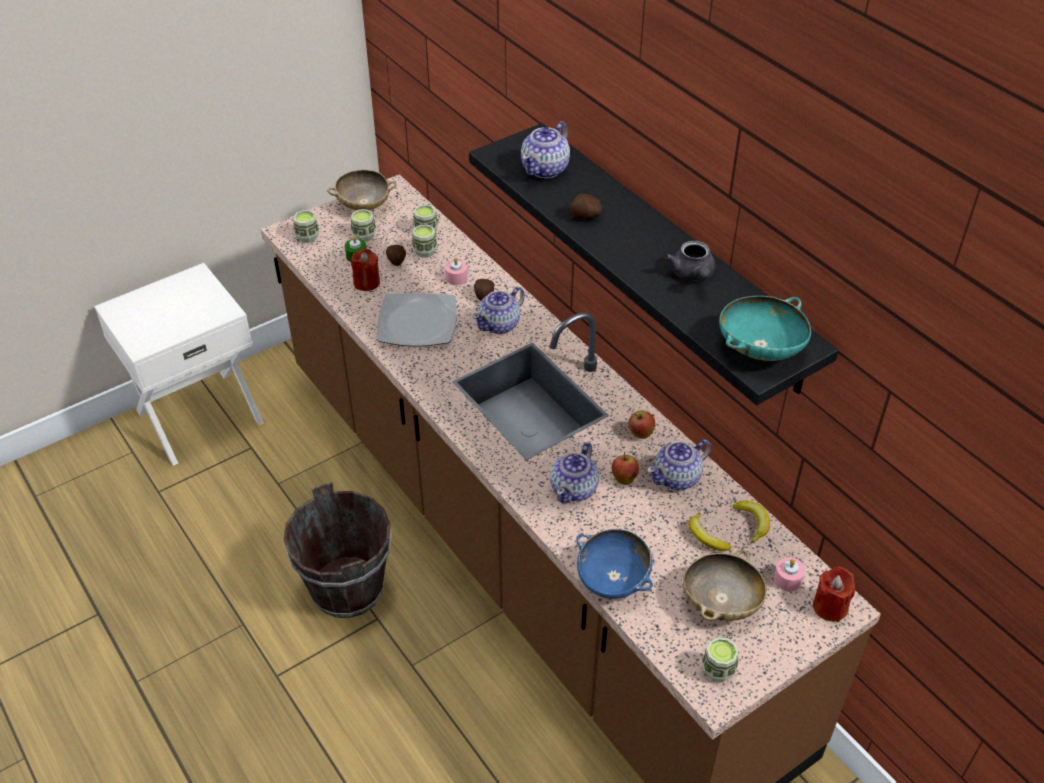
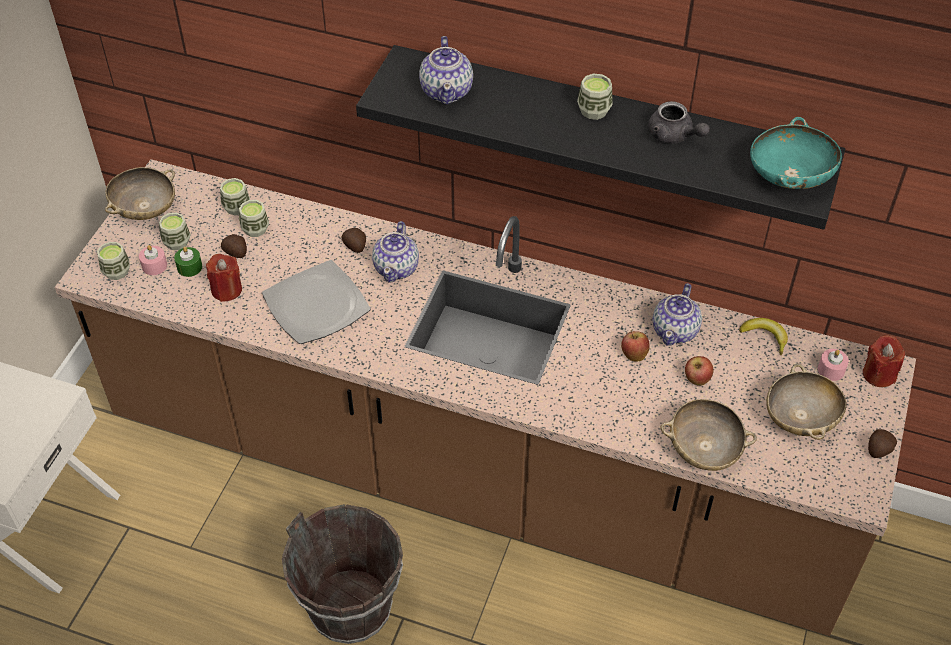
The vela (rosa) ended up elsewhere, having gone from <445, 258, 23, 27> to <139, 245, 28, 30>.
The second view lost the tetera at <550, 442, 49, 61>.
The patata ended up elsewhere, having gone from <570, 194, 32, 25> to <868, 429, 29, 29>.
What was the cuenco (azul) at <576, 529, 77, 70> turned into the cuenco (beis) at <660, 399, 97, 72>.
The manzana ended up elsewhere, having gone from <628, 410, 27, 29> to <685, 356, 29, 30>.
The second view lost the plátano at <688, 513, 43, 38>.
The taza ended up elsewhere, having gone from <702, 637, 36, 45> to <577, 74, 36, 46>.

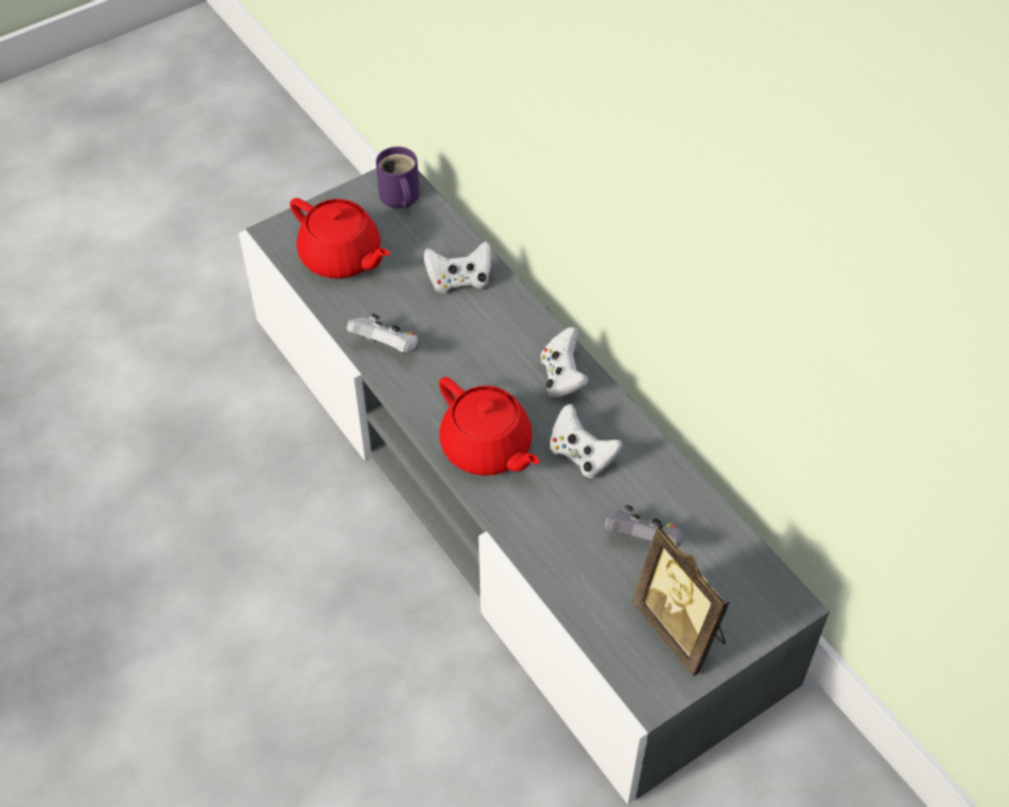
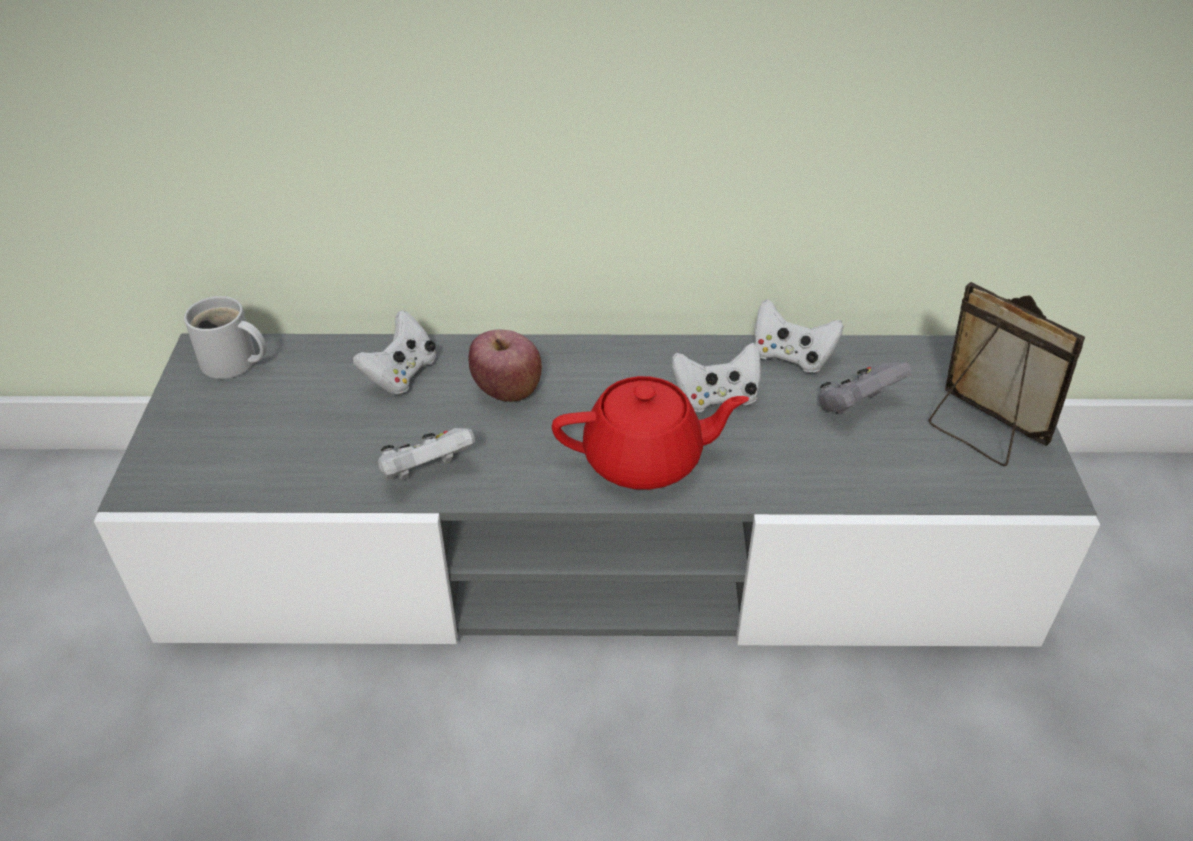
The second view lost the tetera (rojo) at <290, 198, 100, 80>.
What was the taza grande (morado) at <376, 147, 43, 61> turned into the taza grande (blanco) at <184, 296, 82, 83>.
The mando de consola (blanco) ended up elsewhere, having gone from <541, 327, 48, 71> to <754, 299, 90, 74>.
The portarretratos at <632, 524, 97, 152> ended up facing another way, 135 degrees counterclockwise from before.
The second view gained the manzana at <468, 330, 74, 72>.

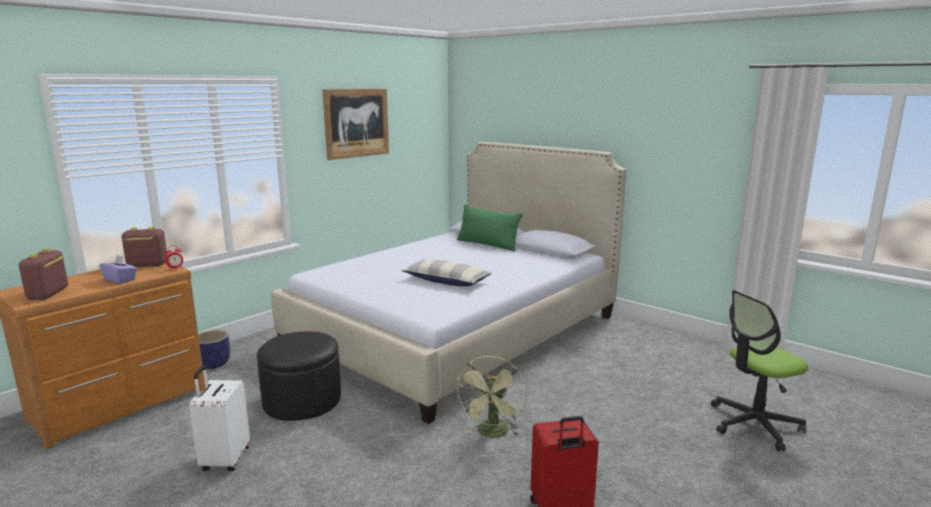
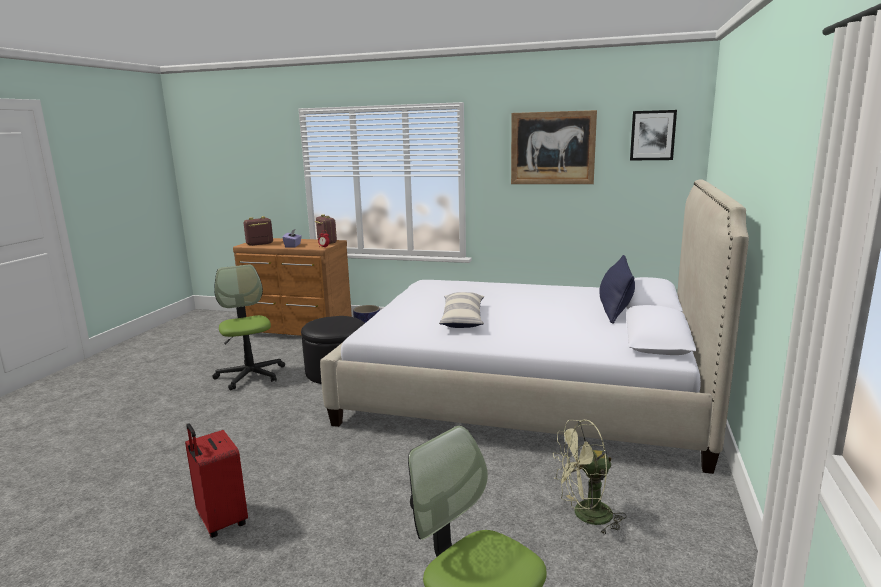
Where the maleta (blanco) stood at <189, 366, 61, 105>, the silla de oficina came to stand at <212, 264, 73, 126>.
The ventilador (verde) ended up elsewhere, having gone from <455, 356, 72, 82> to <553, 420, 73, 115>.
What was the cojín (verde) at <457, 205, 66, 46> turned into the cojín (azul) at <599, 255, 36, 69>.
The second view gained the cuadro at <630, 110, 47, 50>.

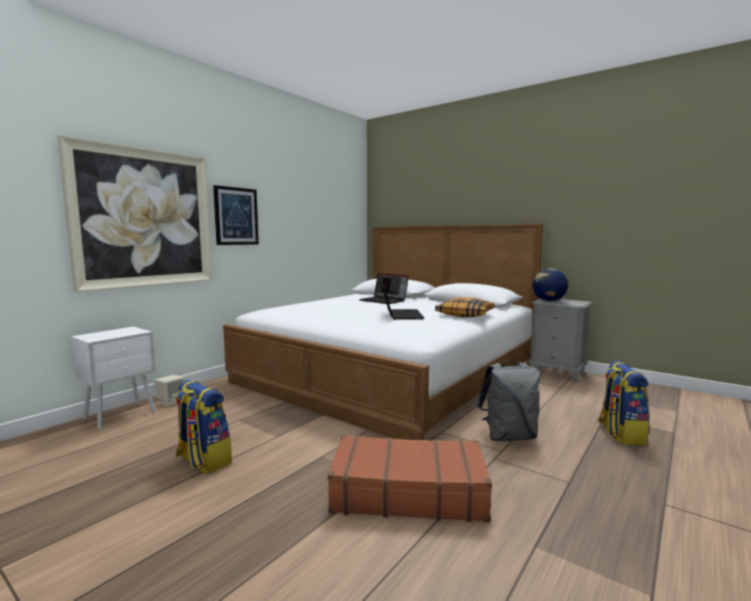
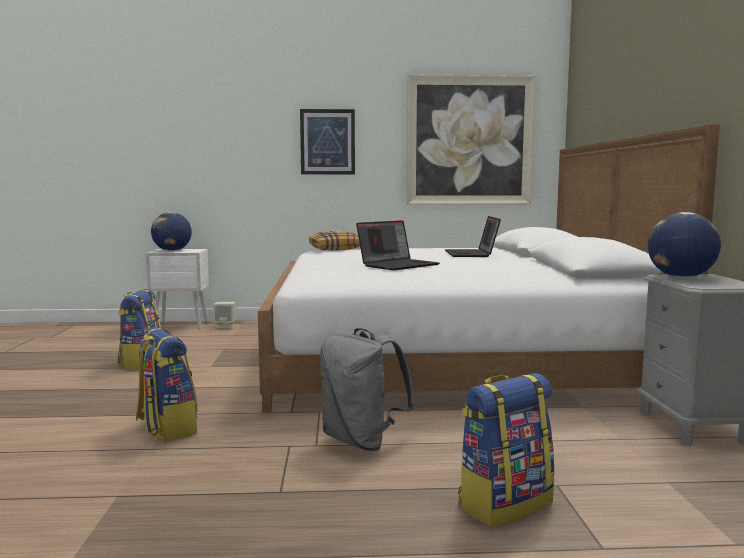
The cuadro ended up elsewhere, having gone from <58, 135, 154, 157> to <407, 74, 129, 131>.
Where the maleta (marrón) stood at <328, 435, 164, 87>, the mochila came to stand at <136, 327, 62, 115>.
The cojín ended up elsewhere, having gone from <435, 297, 59, 20> to <309, 231, 51, 19>.
The second view gained the globo terráqueo at <151, 212, 41, 39>.

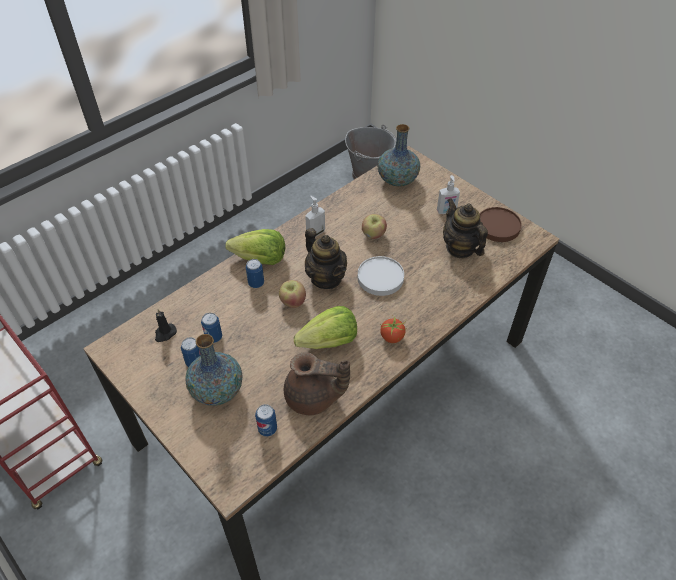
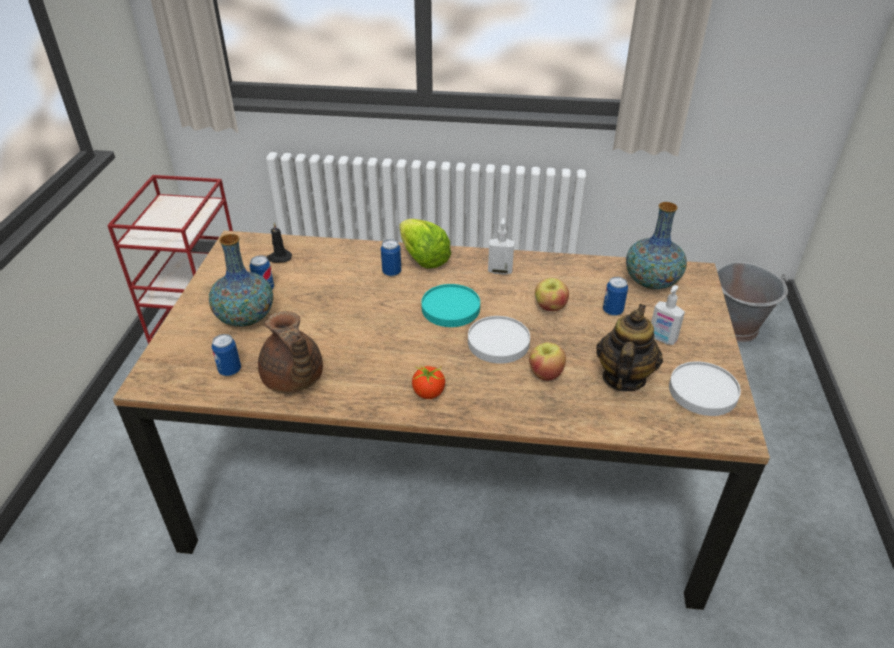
The lata ended up elsewhere, having gone from <201, 313, 21, 30> to <603, 277, 25, 39>.
The manzana ended up elsewhere, having gone from <279, 280, 27, 28> to <529, 342, 37, 39>.
The second view lost the lechuga at <294, 306, 63, 43>.
Where the tetera stood at <305, 228, 42, 61>, the plato (turquesa) came to stand at <421, 284, 59, 43>.
What was the plato (marrón) at <480, 207, 42, 35> turned into the plato (blanco) at <669, 361, 72, 55>.

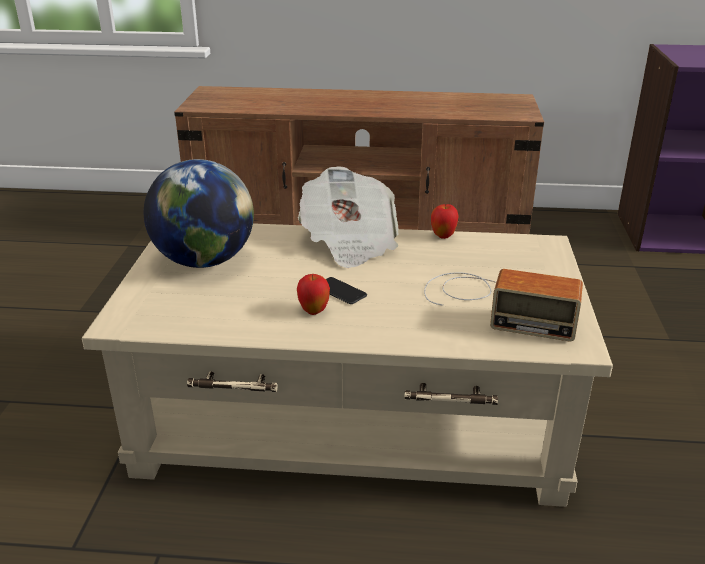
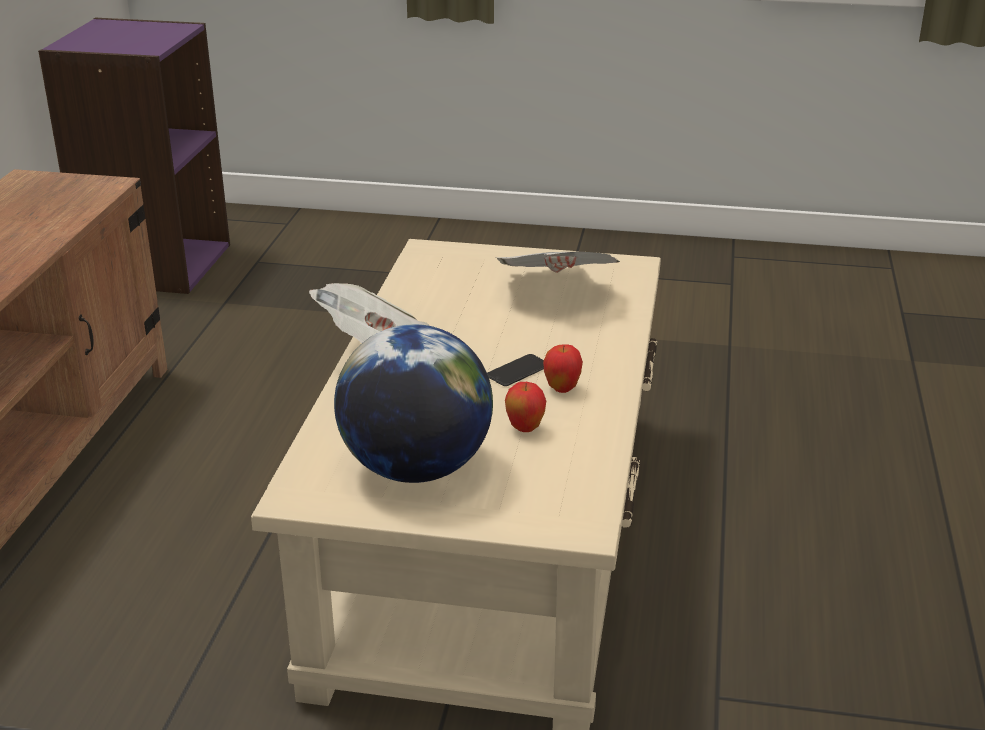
Where the radio stood at <424, 269, 159, 72>, the periódico came to stand at <495, 252, 125, 21>.
The manzana ended up elsewhere, having gone from <431, 204, 28, 35> to <505, 382, 41, 50>.

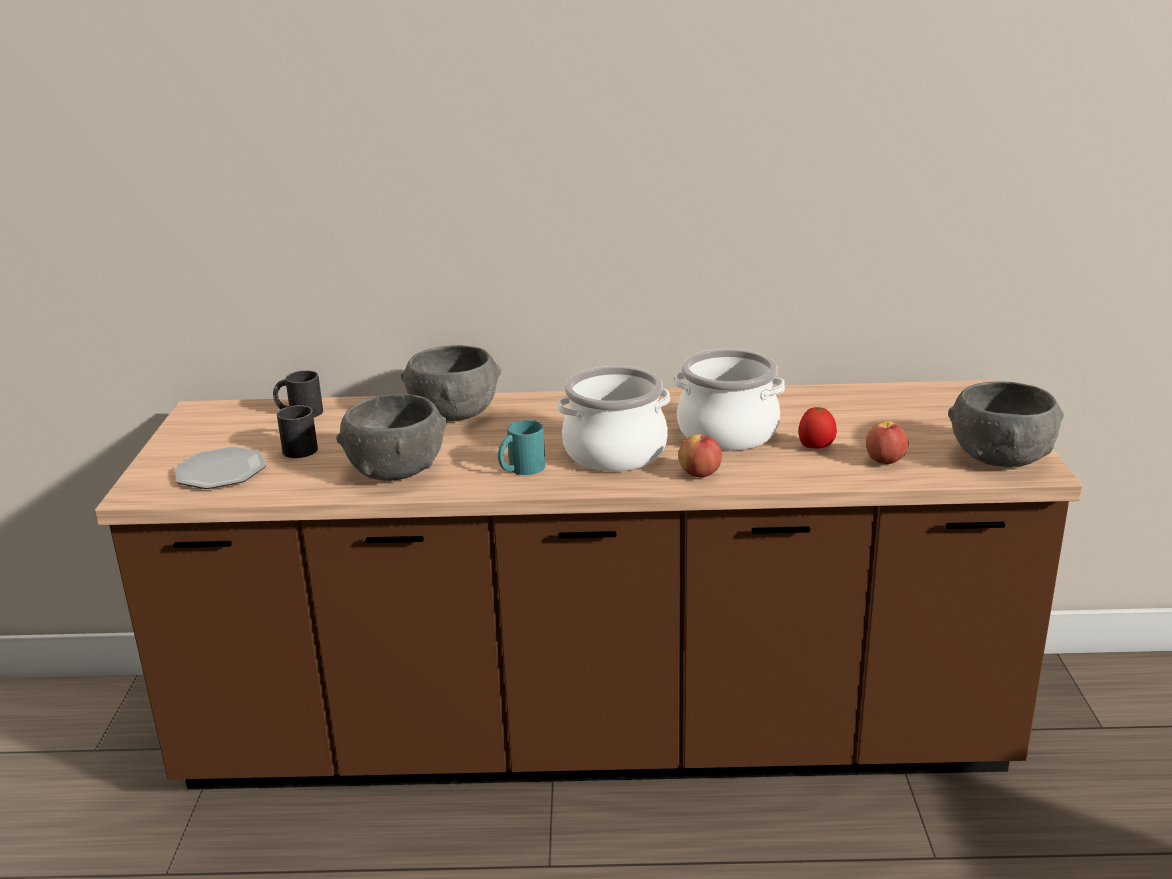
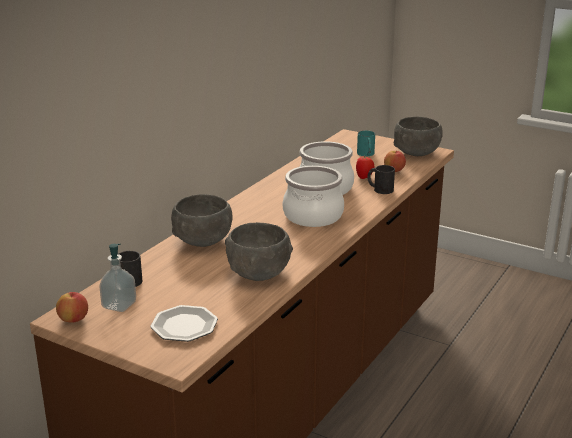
The taza grande (negro) ended up elsewhere, having gone from <277, 405, 41, 53> to <367, 165, 28, 29>.
The taza grande (turquesa) ended up elsewhere, having gone from <498, 420, 47, 55> to <357, 130, 18, 26>.
The manzana ended up elsewhere, having gone from <678, 434, 44, 44> to <56, 292, 32, 31>.
The second view gained the dispensador de jabón at <99, 244, 37, 68>.

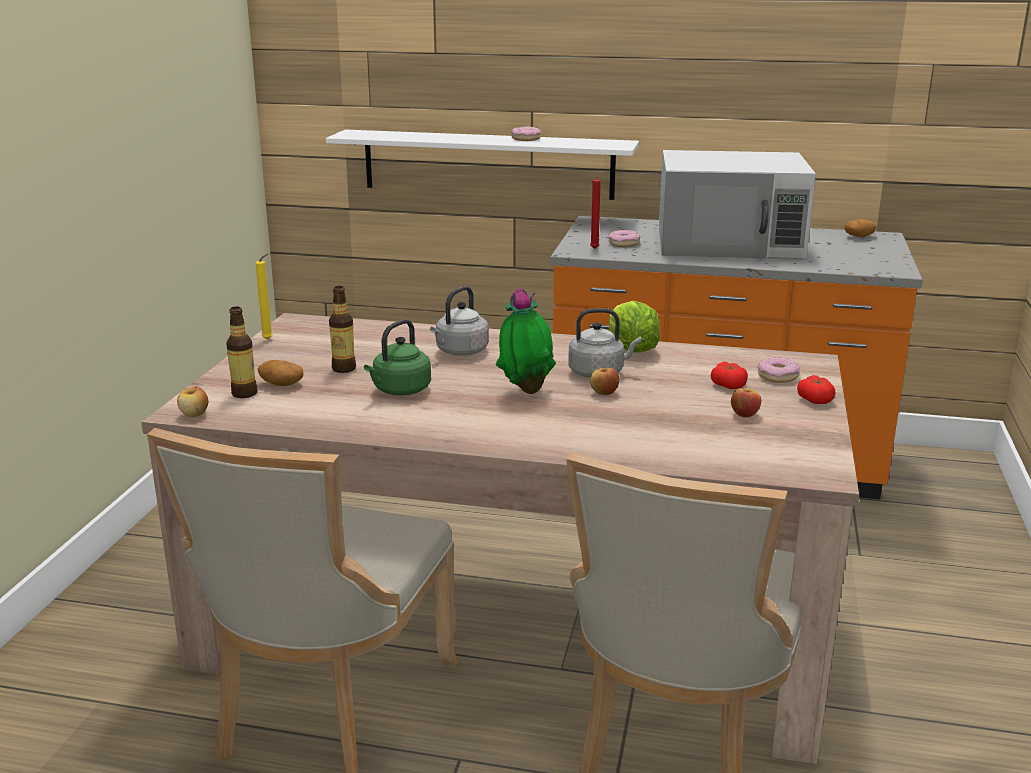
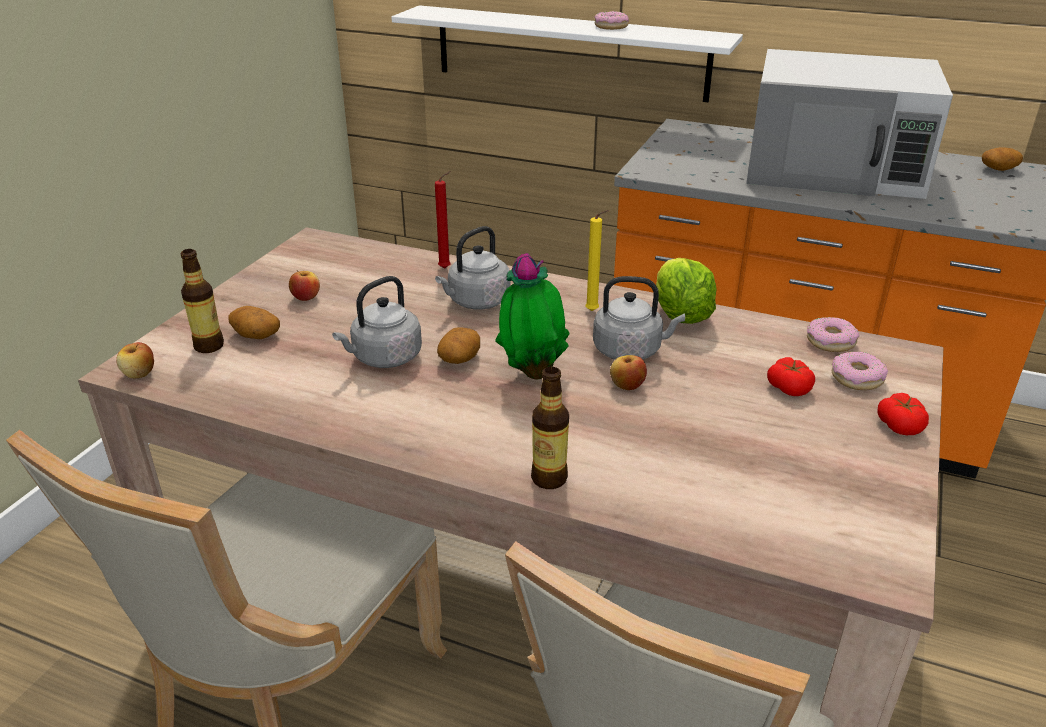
The vela (amarillo) ended up elsewhere, having gone from <256, 254, 17, 86> to <585, 210, 24, 101>.
The botella ended up elsewhere, having gone from <329, 286, 27, 87> to <531, 367, 38, 122>.
What was the hervidor (verde) at <364, 319, 67, 76> turned into the hervidor (gris) at <332, 276, 90, 92>.
The vela (rojo) ended up elsewhere, having gone from <590, 172, 14, 77> to <435, 171, 16, 98>.
The rosquilla ended up elsewhere, having gone from <608, 230, 33, 17> to <807, 317, 52, 35>.
The manzana ended up elsewhere, having gone from <731, 387, 30, 30> to <289, 270, 31, 31>.
The second view gained the patata at <437, 327, 43, 37>.

